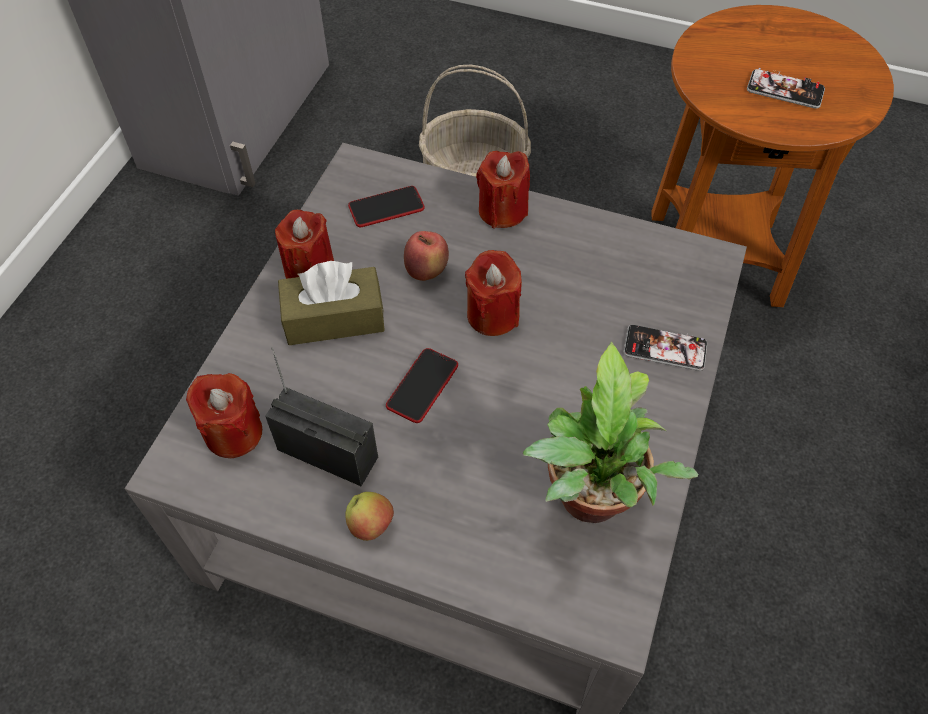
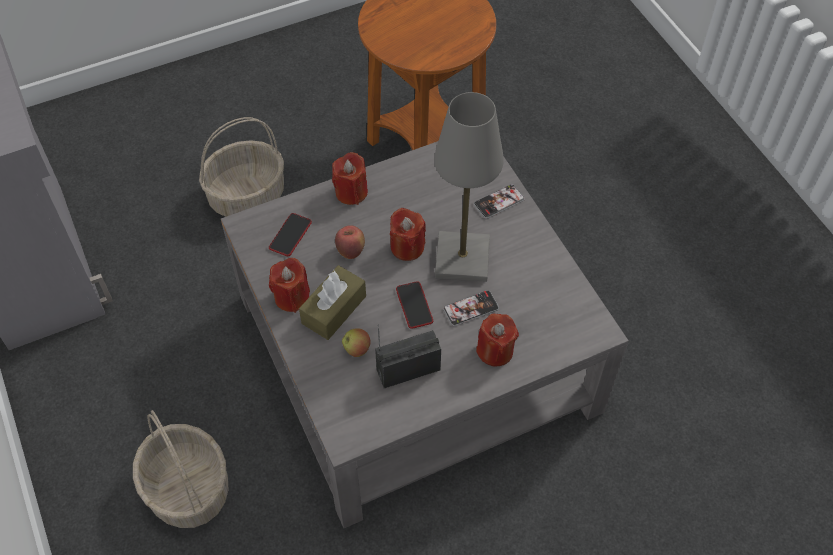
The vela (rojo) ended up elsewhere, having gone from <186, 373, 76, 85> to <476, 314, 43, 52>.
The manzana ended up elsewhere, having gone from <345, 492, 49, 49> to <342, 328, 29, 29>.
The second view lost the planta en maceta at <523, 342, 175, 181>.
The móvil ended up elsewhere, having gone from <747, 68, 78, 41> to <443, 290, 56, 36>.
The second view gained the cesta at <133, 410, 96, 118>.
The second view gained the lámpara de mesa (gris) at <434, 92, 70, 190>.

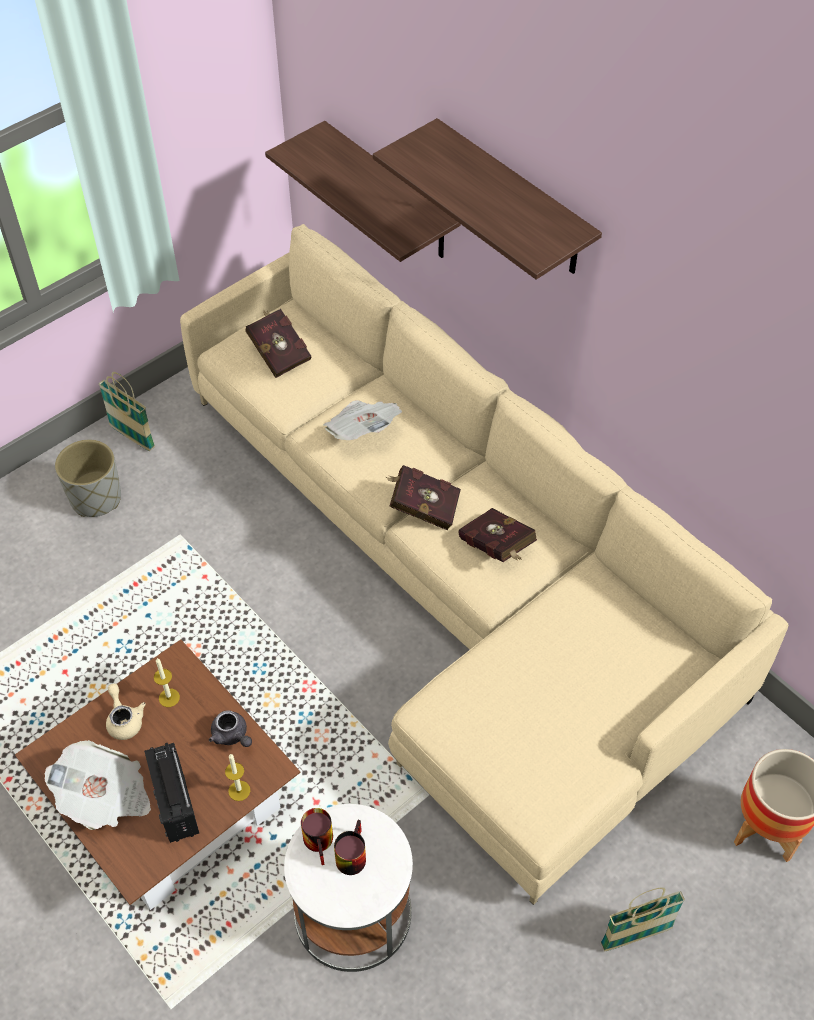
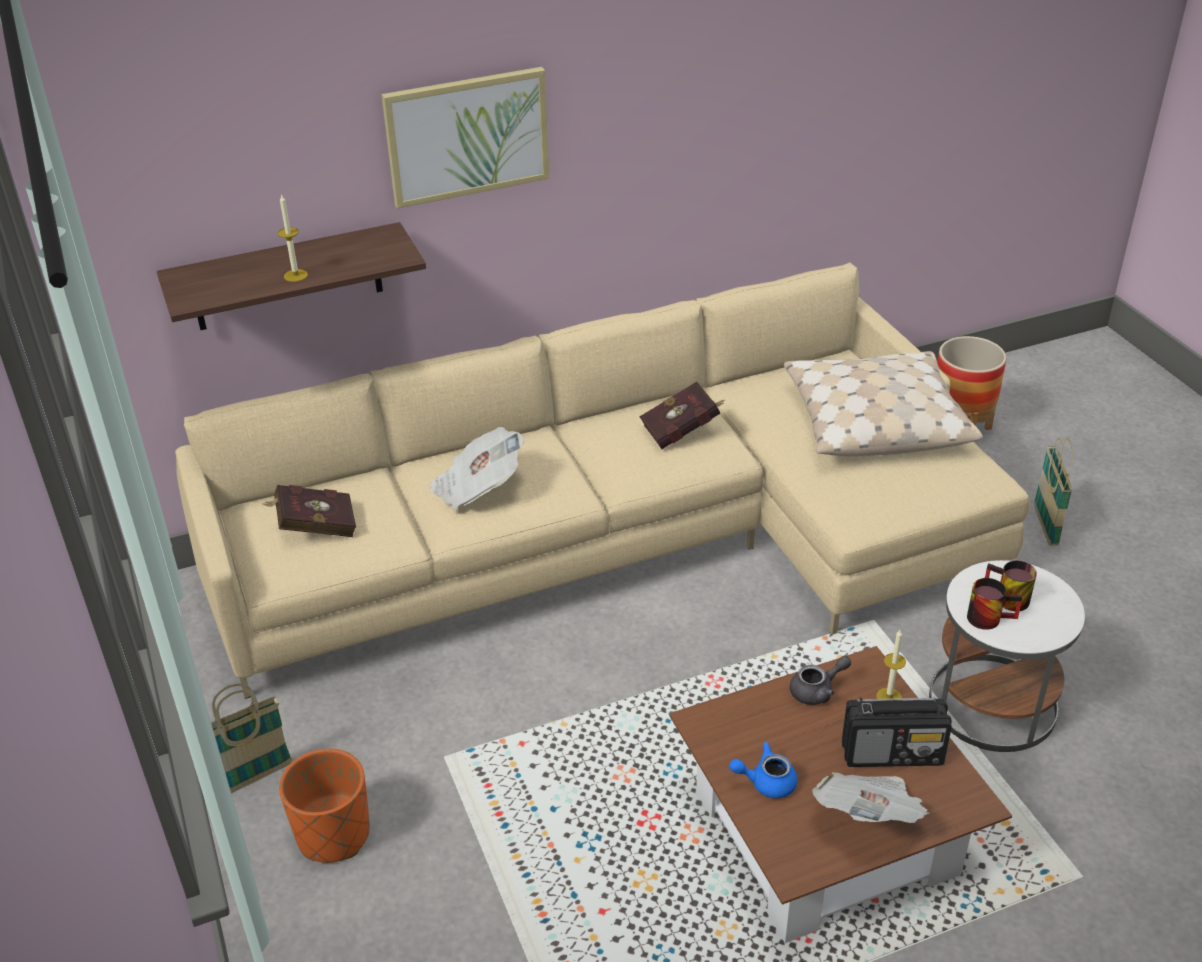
What was the maceta (gris) at <55, 440, 66, 77> turned into the maceta (naranja) at <279, 748, 91, 115>.
What was the tetera (beis) at <106, 684, 40, 56> turned into the tetera (azul) at <729, 742, 69, 56>.
The vela ended up elsewhere, having gone from <154, 658, 26, 49> to <278, 194, 30, 88>.
Where the estante hung at <373, 118, 229, 162>, the cuadro came to hang at <381, 67, 169, 142>.
The second view lost the libro (rojo) at <386, 465, 75, 65>.
The second view gained the cojín (beis) at <784, 351, 199, 105>.

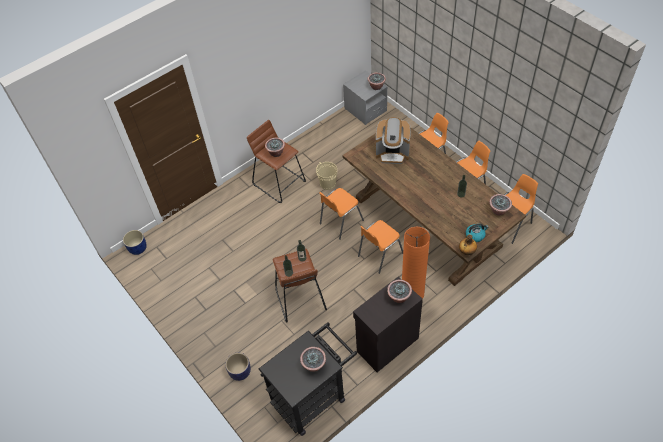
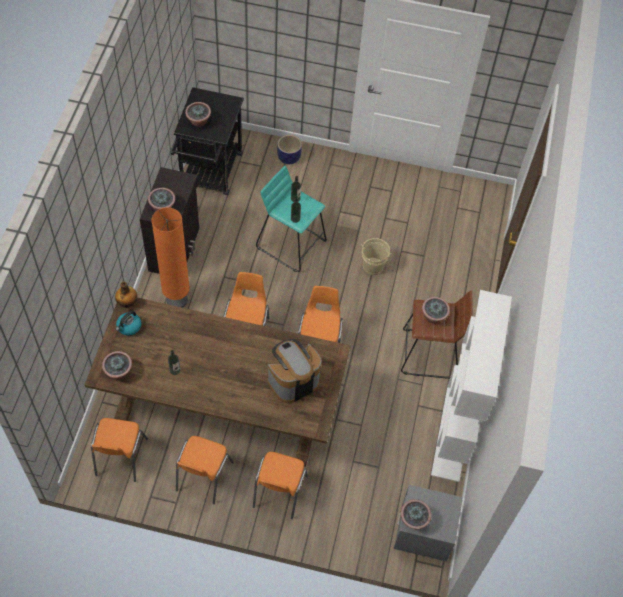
The second view lost the maceta (azul) at <123, 230, 24, 25>.
What was the taburete (marrón) at <273, 249, 54, 74> turned into the taburete (turquesa) at <256, 166, 71, 106>.
The cubo (beis) ended up elsewhere, having gone from <316, 162, 21, 28> to <361, 238, 31, 37>.
The second view gained the estantería (blanco) at <431, 290, 81, 192>.

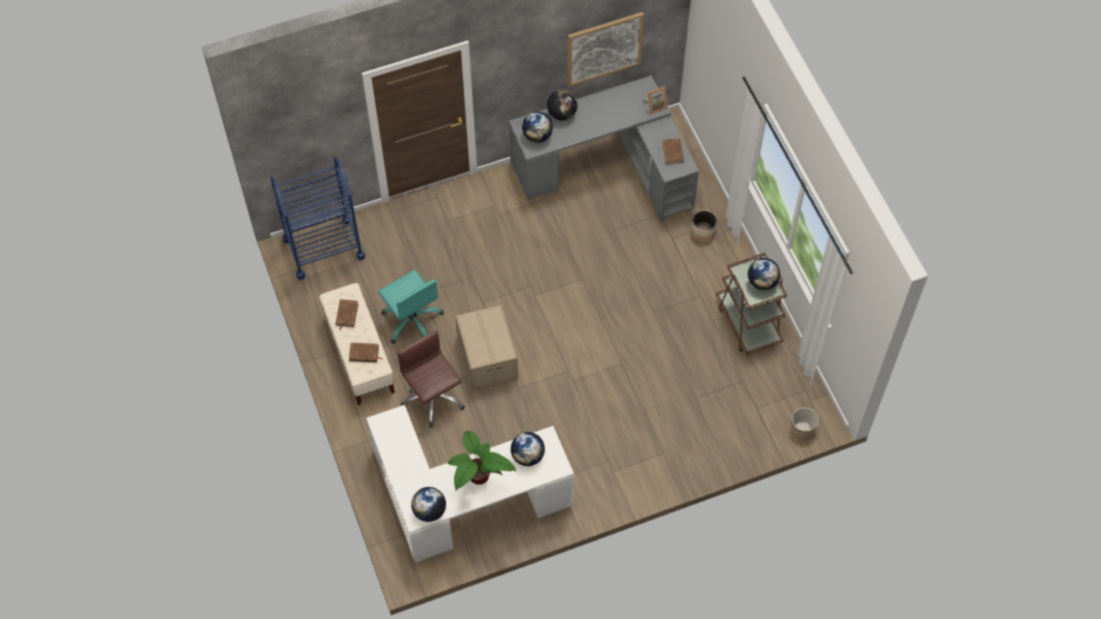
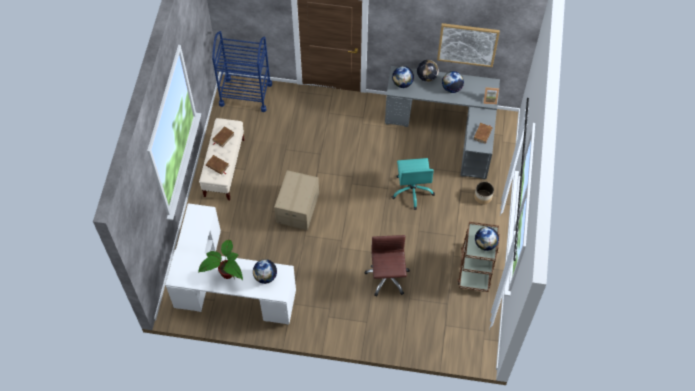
The silla de oficina (turquesa) ended up elsewhere, having gone from <378, 270, 66, 74> to <392, 158, 43, 52>.
The silla de oficina (marrón) ended up elsewhere, having gone from <397, 330, 68, 98> to <365, 235, 45, 62>.
The globo terráqueo ended up elsewhere, having gone from <411, 487, 35, 35> to <442, 71, 22, 22>.
The second view lost the maceta at <791, 407, 28, 32>.

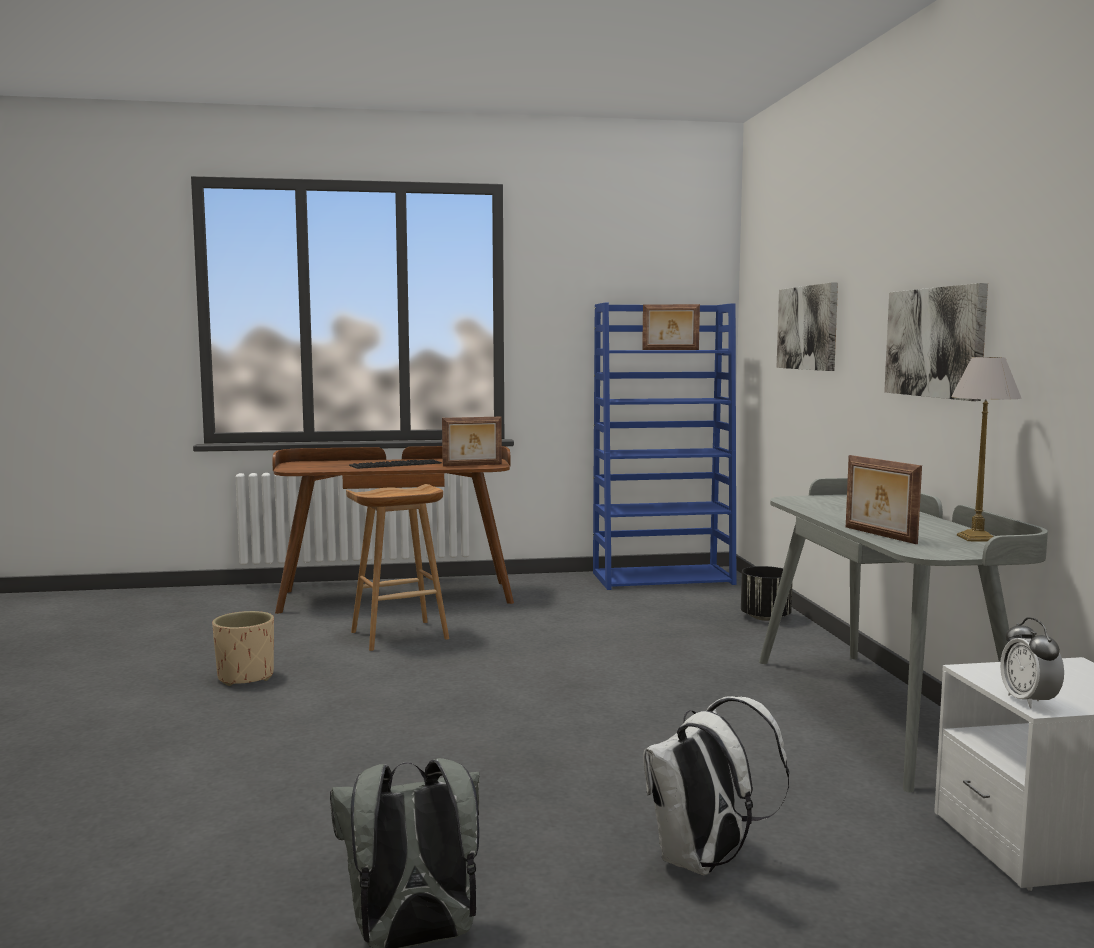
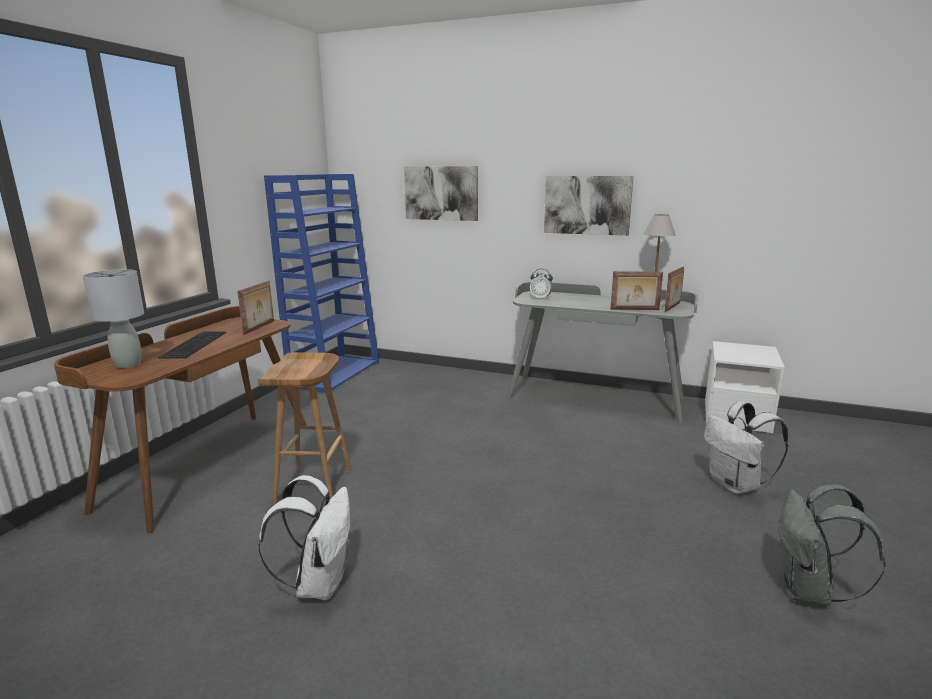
Where the maceta (beis) stood at <212, 611, 62, 75>, the mochila (blanco) came to stand at <258, 475, 92, 125>.
The portarretratos ended up elsewhere, having gone from <642, 304, 58, 46> to <664, 266, 20, 46>.
The second view lost the maceta (negro) at <741, 566, 52, 55>.
The despertador ended up elsewhere, having gone from <1000, 617, 64, 92> to <530, 269, 23, 30>.
The second view gained the lámpara de mesa (gris) at <83, 269, 61, 99>.

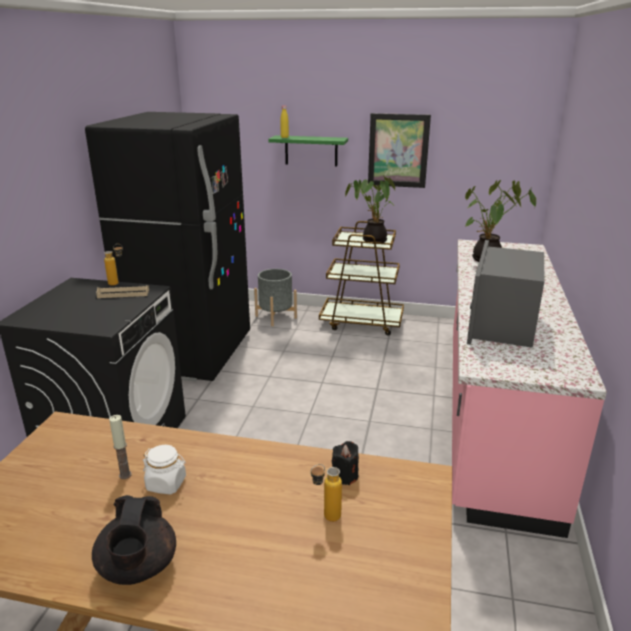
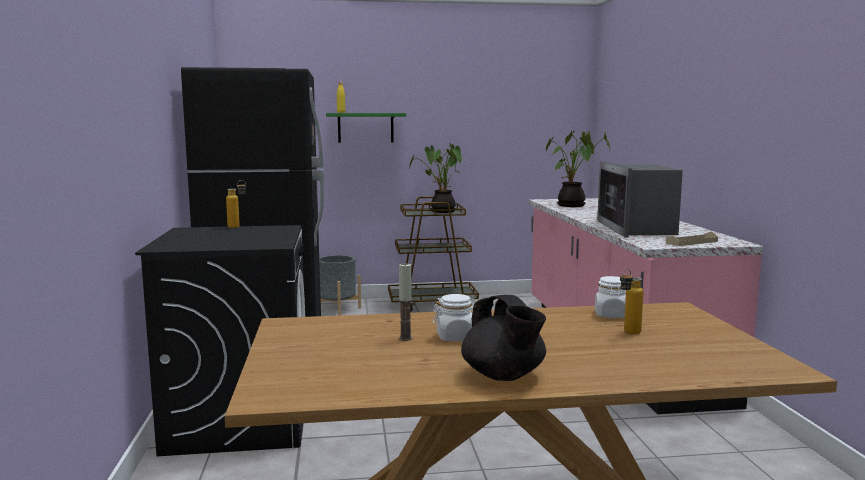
The bandeja (beis) ended up elsewhere, having gone from <96, 285, 53, 13> to <666, 231, 52, 15>.
Where the vela (negro) stood at <332, 441, 27, 44>, the tarro (blanco) came to stand at <595, 276, 31, 42>.
The second view lost the cuadro at <368, 113, 63, 75>.

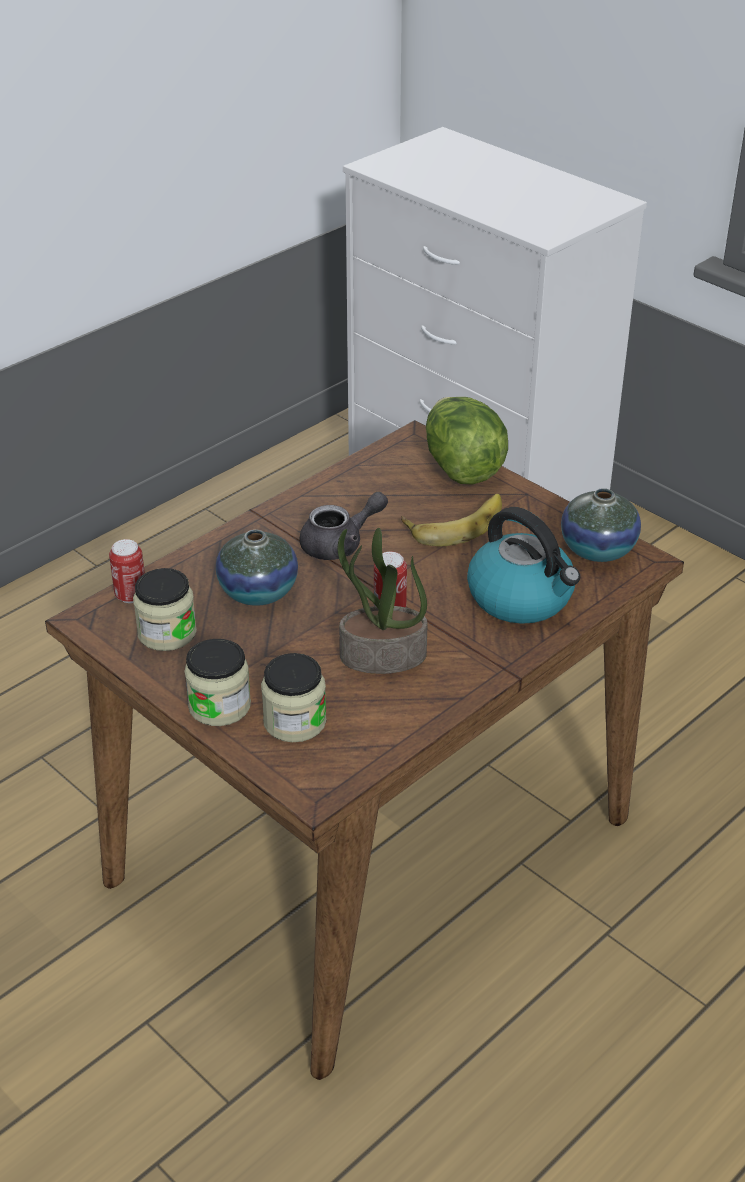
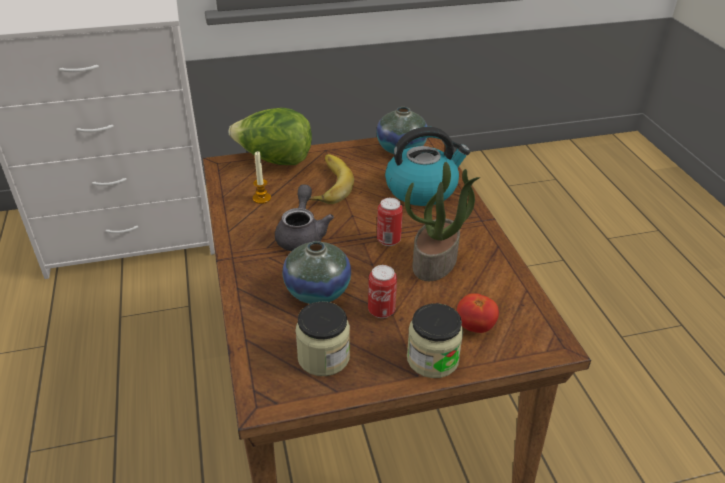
The lata ended up elsewhere, having gone from <109, 539, 36, 64> to <368, 265, 29, 53>.
Where the tarro stood at <261, 653, 66, 89>, the tomate came to stand at <457, 293, 42, 40>.
The second view gained the vela at <253, 151, 18, 53>.

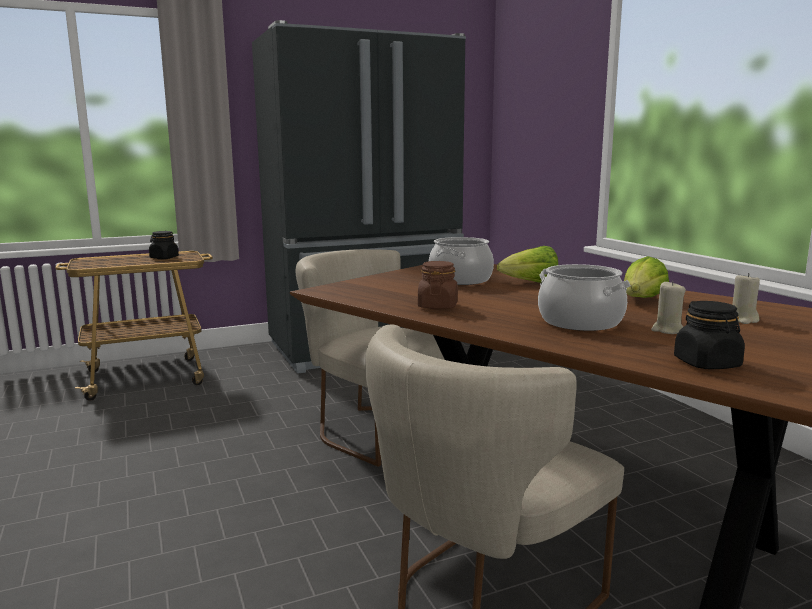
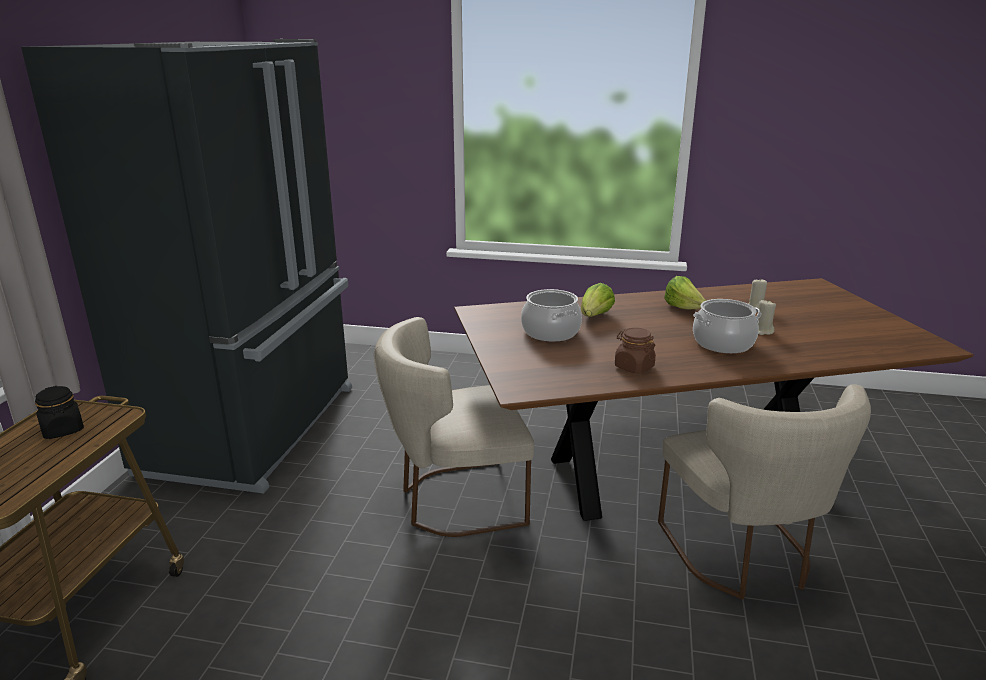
The second view lost the tarro (negro) at <674, 301, 71, 68>.

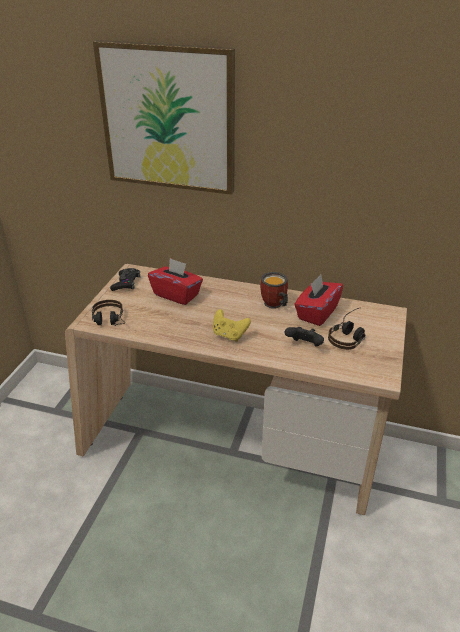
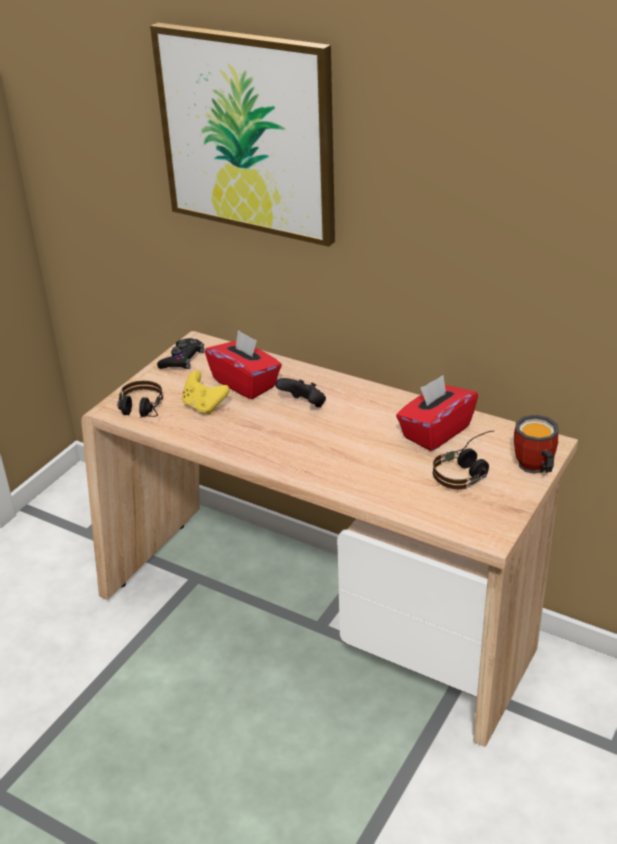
The mando de consola (amarillo) ended up elsewhere, having gone from <213, 309, 38, 32> to <182, 370, 48, 45>.
The taza grande ended up elsewhere, having gone from <260, 272, 28, 37> to <514, 415, 45, 59>.
The mando de consola (negro) ended up elsewhere, having gone from <285, 327, 39, 19> to <275, 378, 51, 29>.

